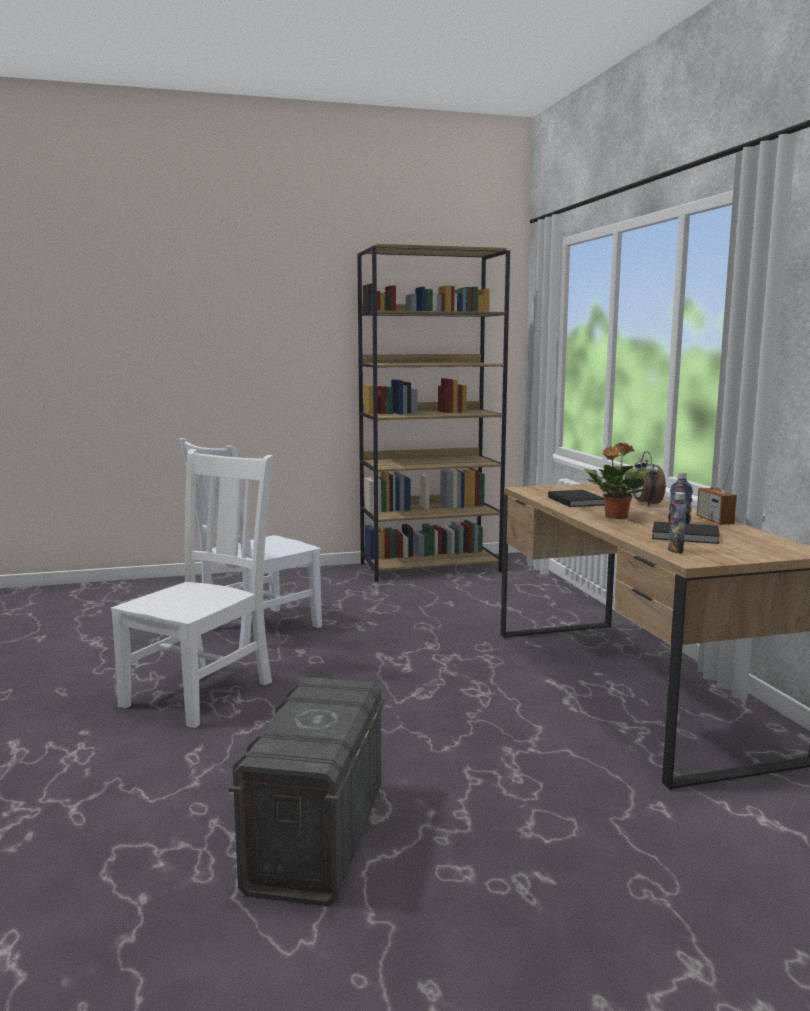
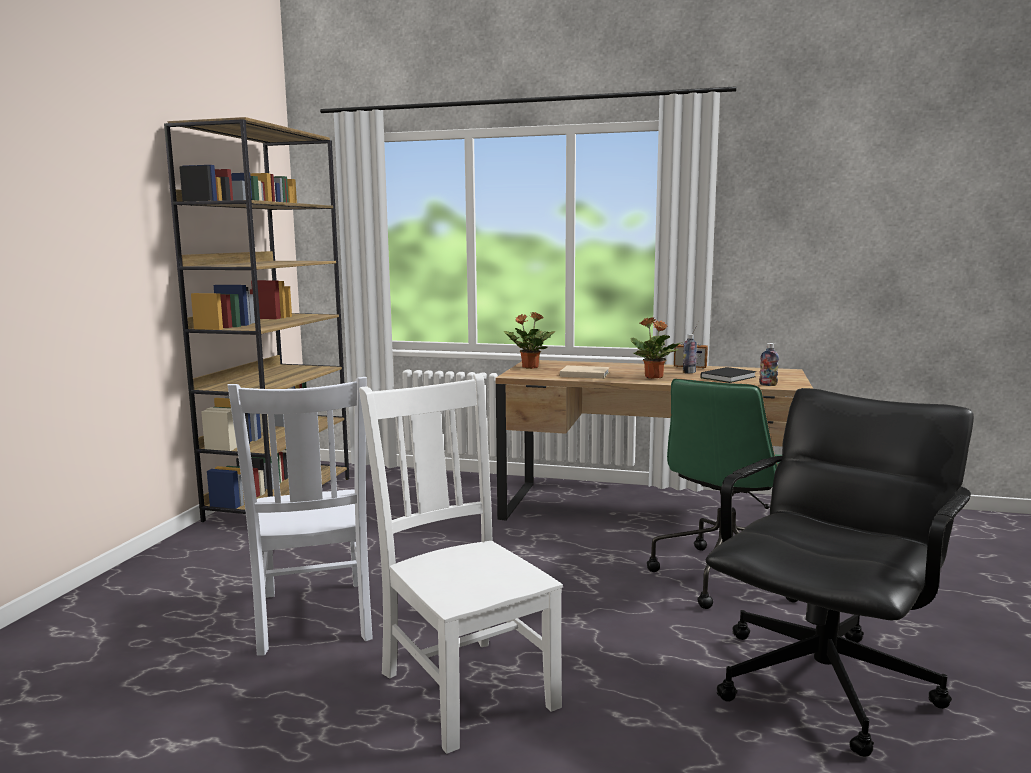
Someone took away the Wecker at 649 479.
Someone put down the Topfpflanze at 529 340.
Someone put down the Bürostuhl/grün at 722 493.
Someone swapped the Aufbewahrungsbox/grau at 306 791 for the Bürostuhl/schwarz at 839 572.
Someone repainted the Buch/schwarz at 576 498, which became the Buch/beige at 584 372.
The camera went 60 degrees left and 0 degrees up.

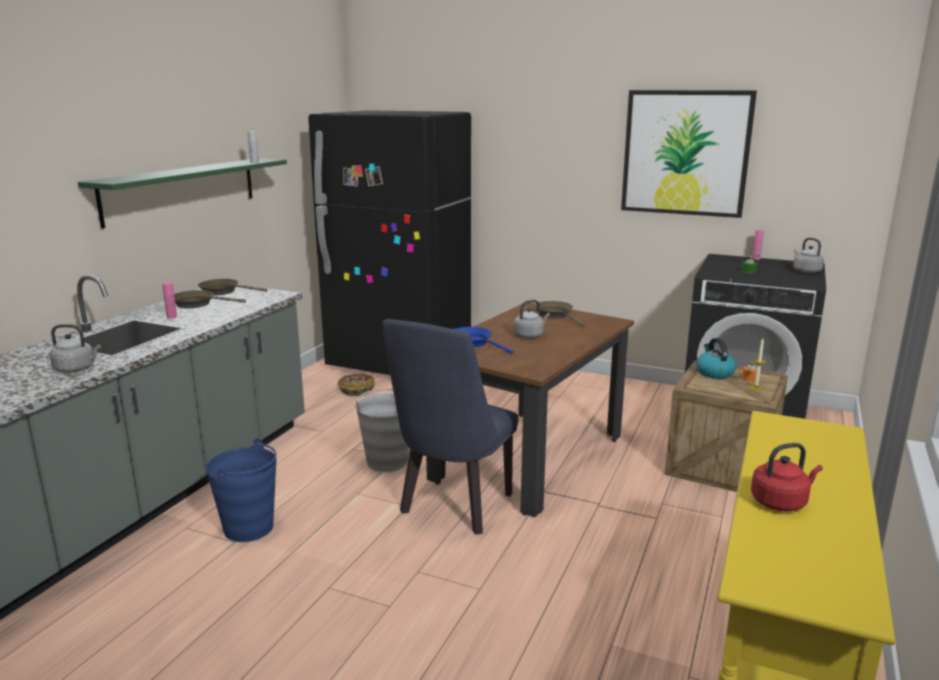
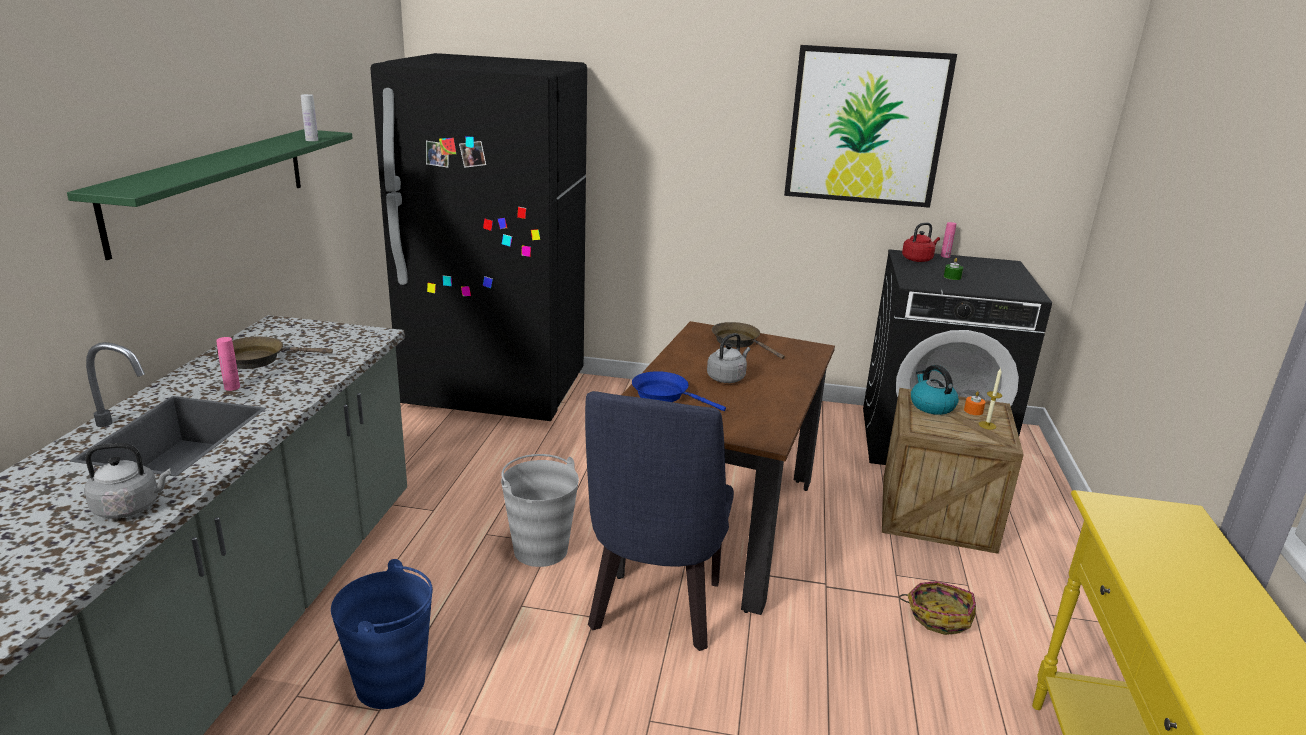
Someone took away the Pfanne/braun at 232 287.
Someone took away the Wasserkessel/grau at 808 255.
Someone carried the Korb from 356 385 to 937 608.
Someone carried the Wasserkessel/rot from 787 477 to 921 242.
The camera went 15 degrees left and 5 degrees up.

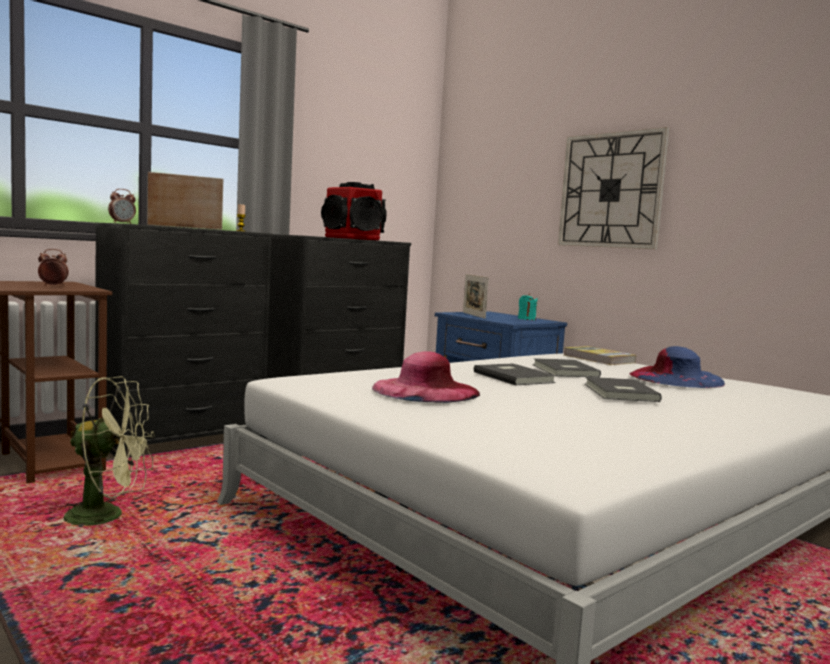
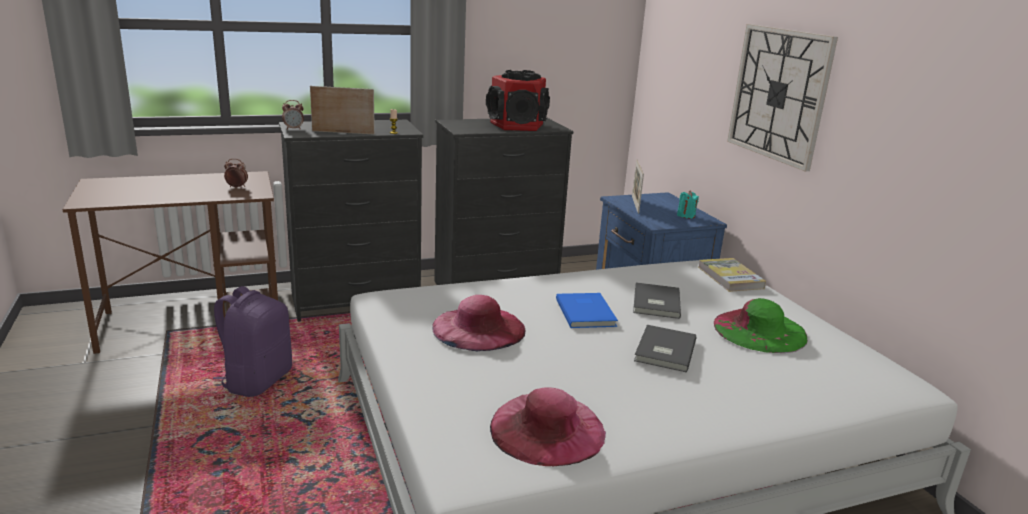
Someone put down the Hut/rosa at 548 427.
Someone swapped the Ventilator/grün at 109 451 for the Rucksack/lila at 252 341.
Someone repainted the Buch/grau at 515 374, which became the Buch/blau at 587 310.
Someone repainted the Hut/blau at 677 367, which became the Hut/grün at 761 325.
The camera went 20 degrees right and 15 degrees up.

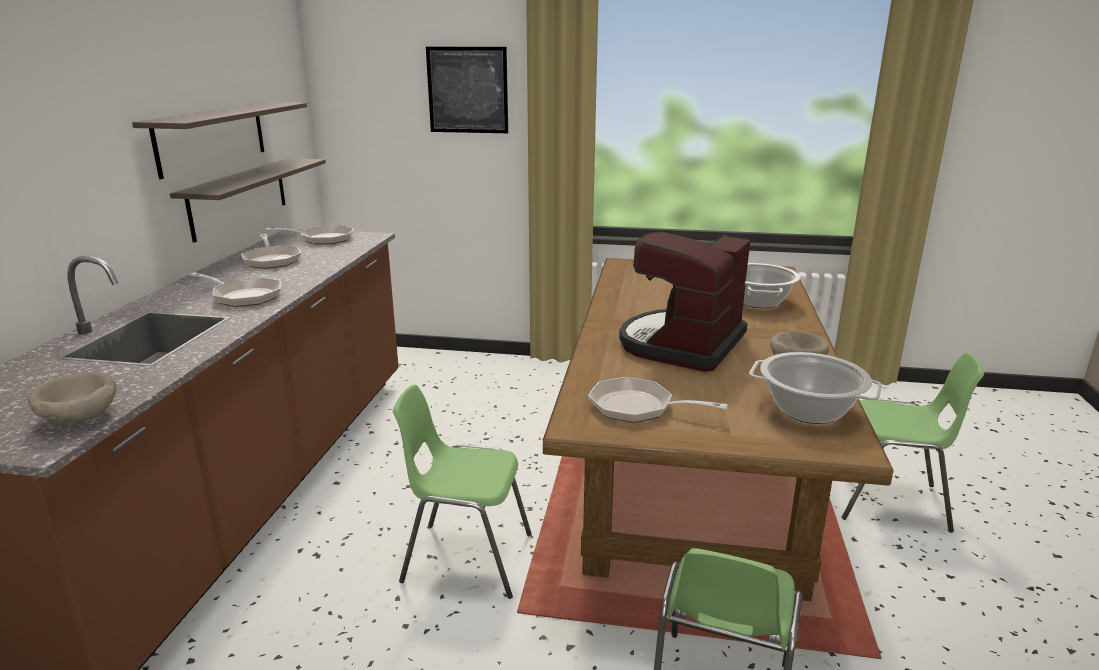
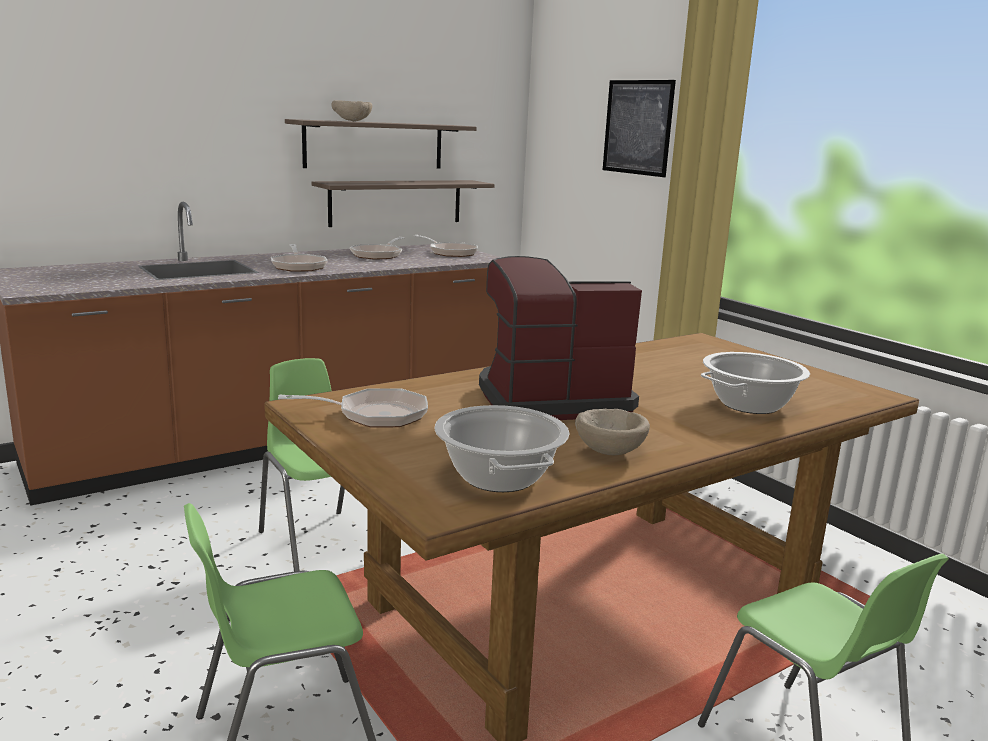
Someone carried the Schüssel/beige from 72 397 to 351 110.
Someone rotated the Pfanne at 658 400 by 105 degrees clockwise.
The camera went 45 degrees right and 5 degrees down.

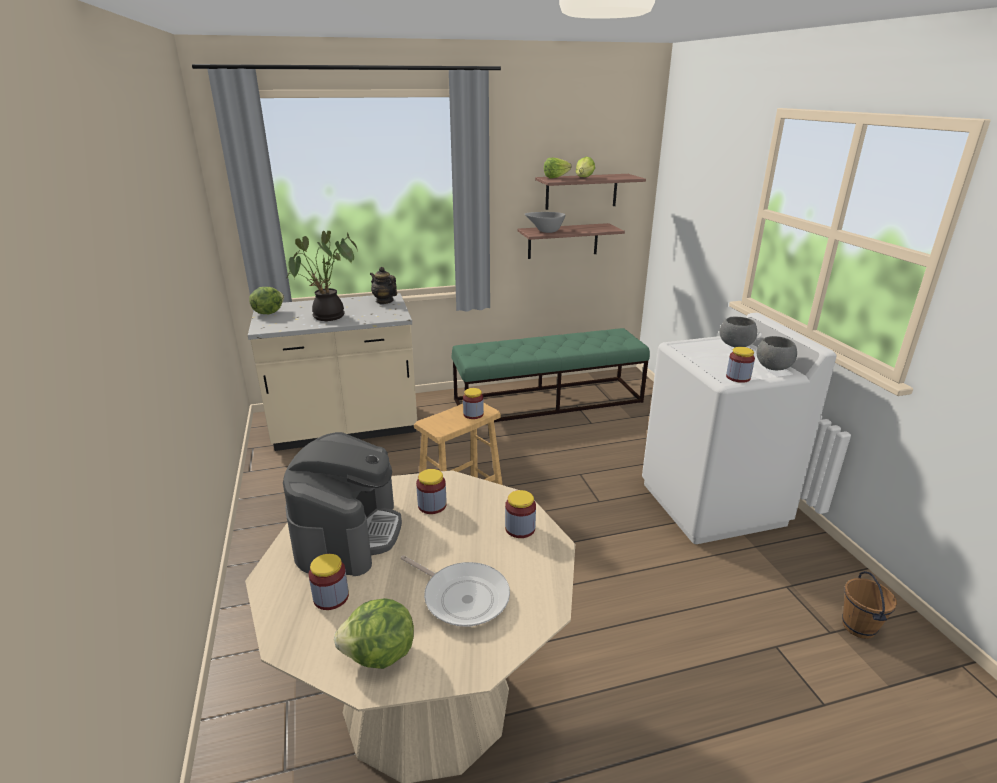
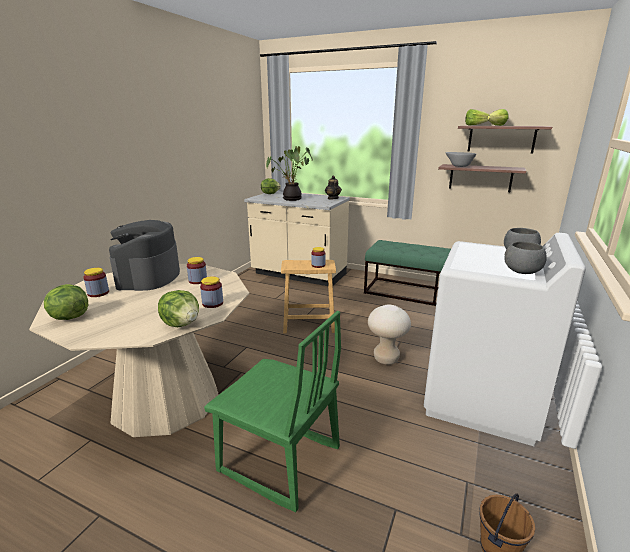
Someone took away the Pfanne at 455 591.
Someone took away the Vorratsglas at 740 365.
Someone put down the Salatkopf at 178 308.
Someone put down the Stuhl/grün at 272 411.
Someone put down the Hocker/beige at 389 335.
Someone rotated the Kaffeemaschine at 342 504 by 135 degrees clockwise.
The camera went 40 degrees right and 5 degrees down.

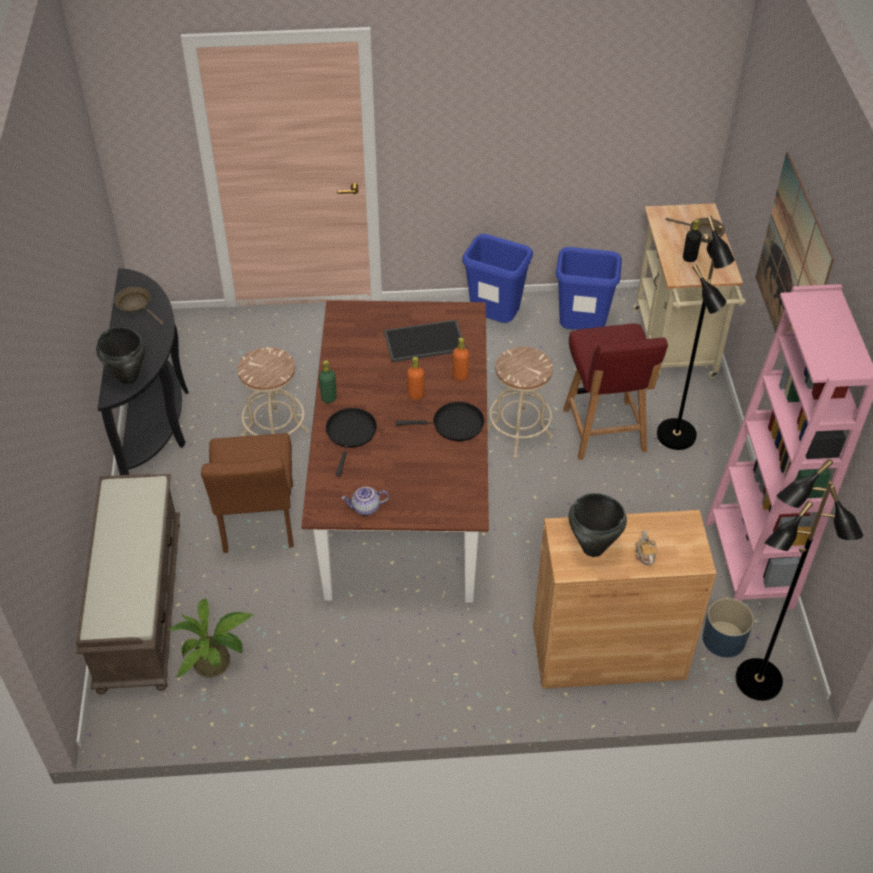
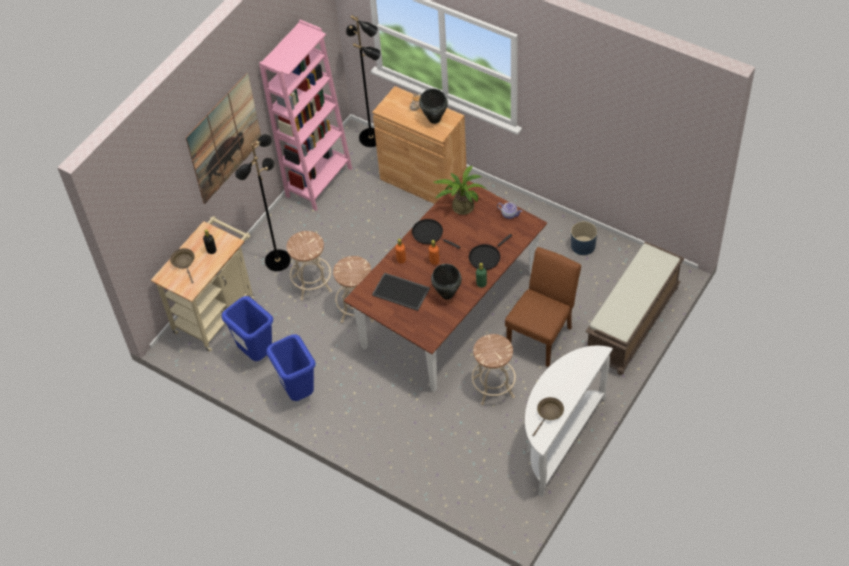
Someone carried the Kochtopf/schwarz from 120 355 to 446 282.
Someone carried the Topfpflanze from 210 638 to 460 190.
Someone carried the Pflanzkübel/blau from 728 627 to 584 238.
Someone swapped the Stuhl/rot at 615 392 for the Hocker/beige at 309 266.
Someone repainted the Konsolentisch/schwarz at 143 371, which became the Konsolentisch/weiß at 569 421.
Someone rotated the Pfanne/braun at 139 306 by 135 degrees counterclockwise.
The camera went 140 degrees left and 5 degrees up.

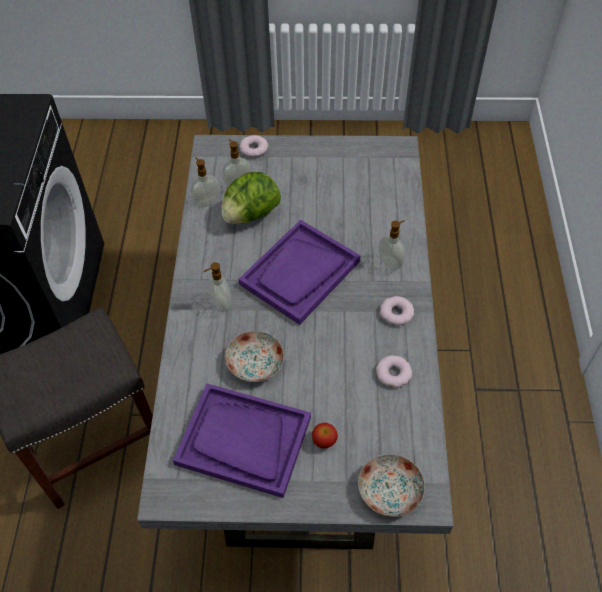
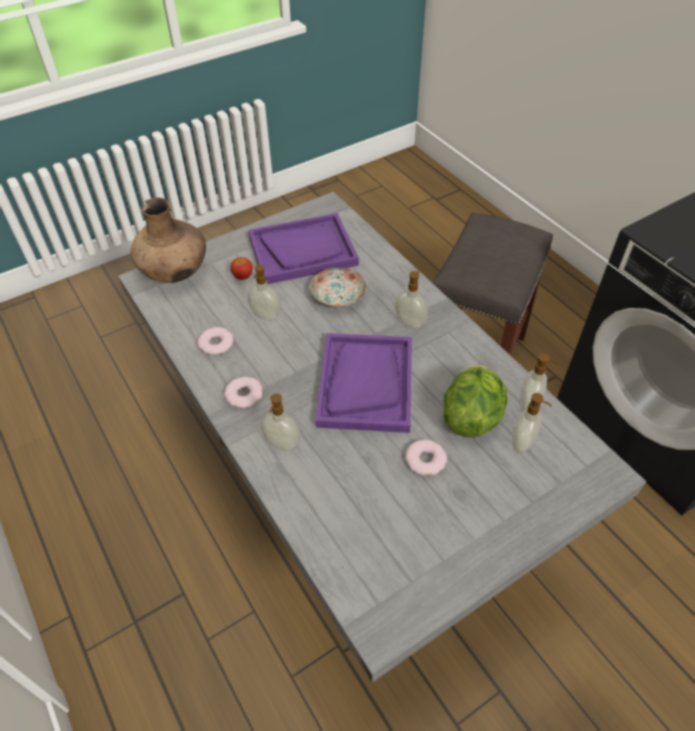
Someone put down the Seifenspender at 264 292.
Someone carried the Donut from 253 146 to 426 457.
Someone swapped the Teller at 391 485 for the Vase/braun at 168 240.
The camera went 145 degrees right and 5 degrees down.

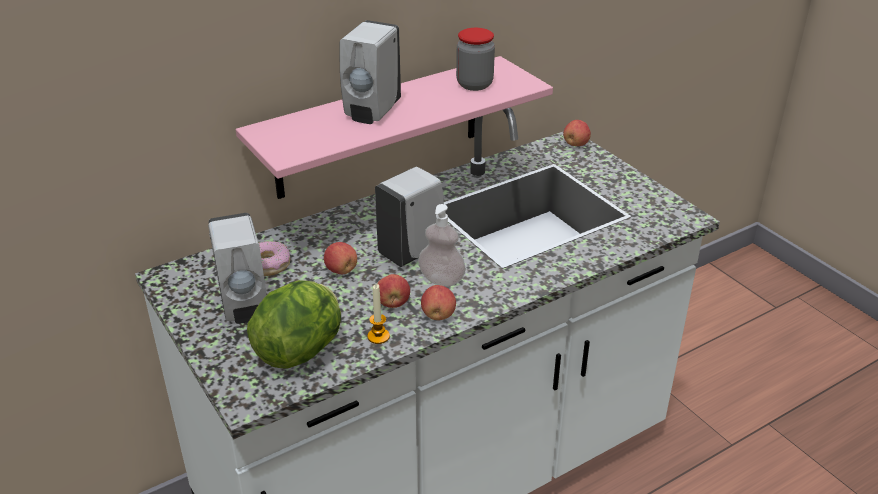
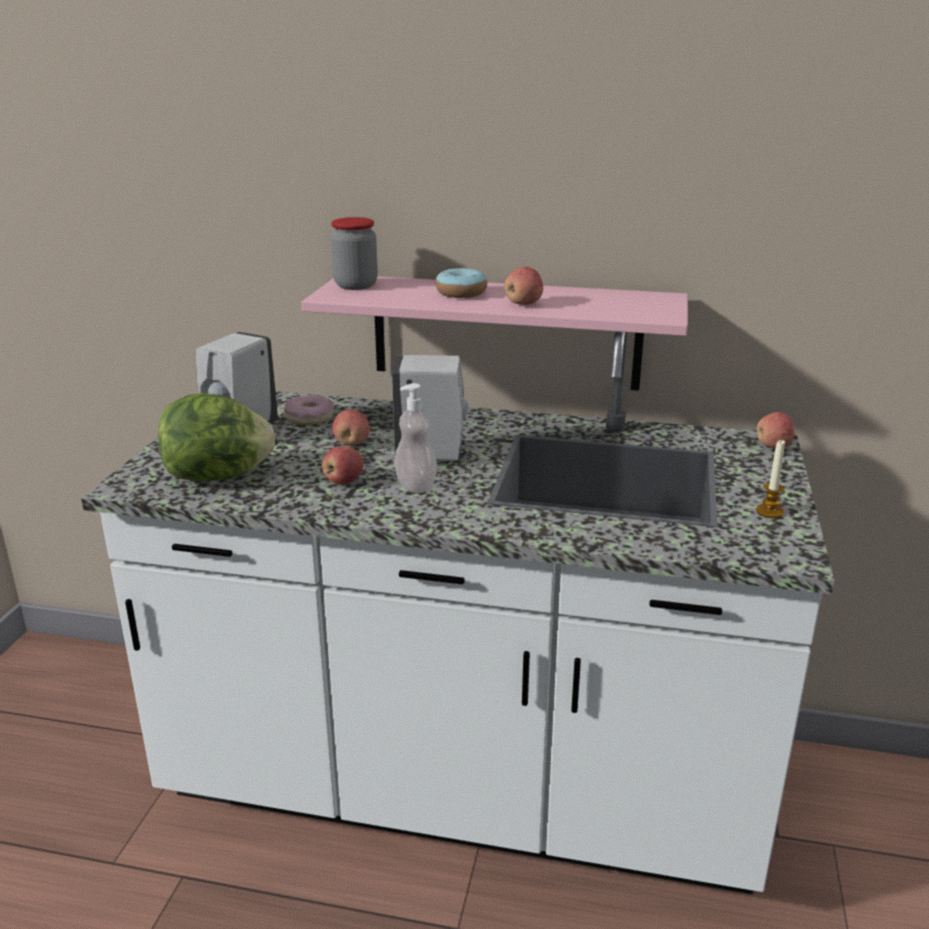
Someone carried the Kerze from 378 314 to 770 478.
Someone carried the Apfel from 438 302 to 523 286.
Someone carried the Vorratsglas from 475 59 to 354 253.
Someone swapped the Seifenspender/weiß at 370 72 for the Donut at 461 283.
The camera went 45 degrees right and 10 degrees down.

